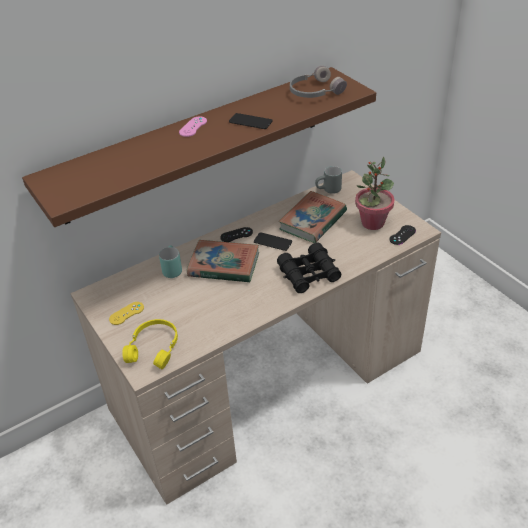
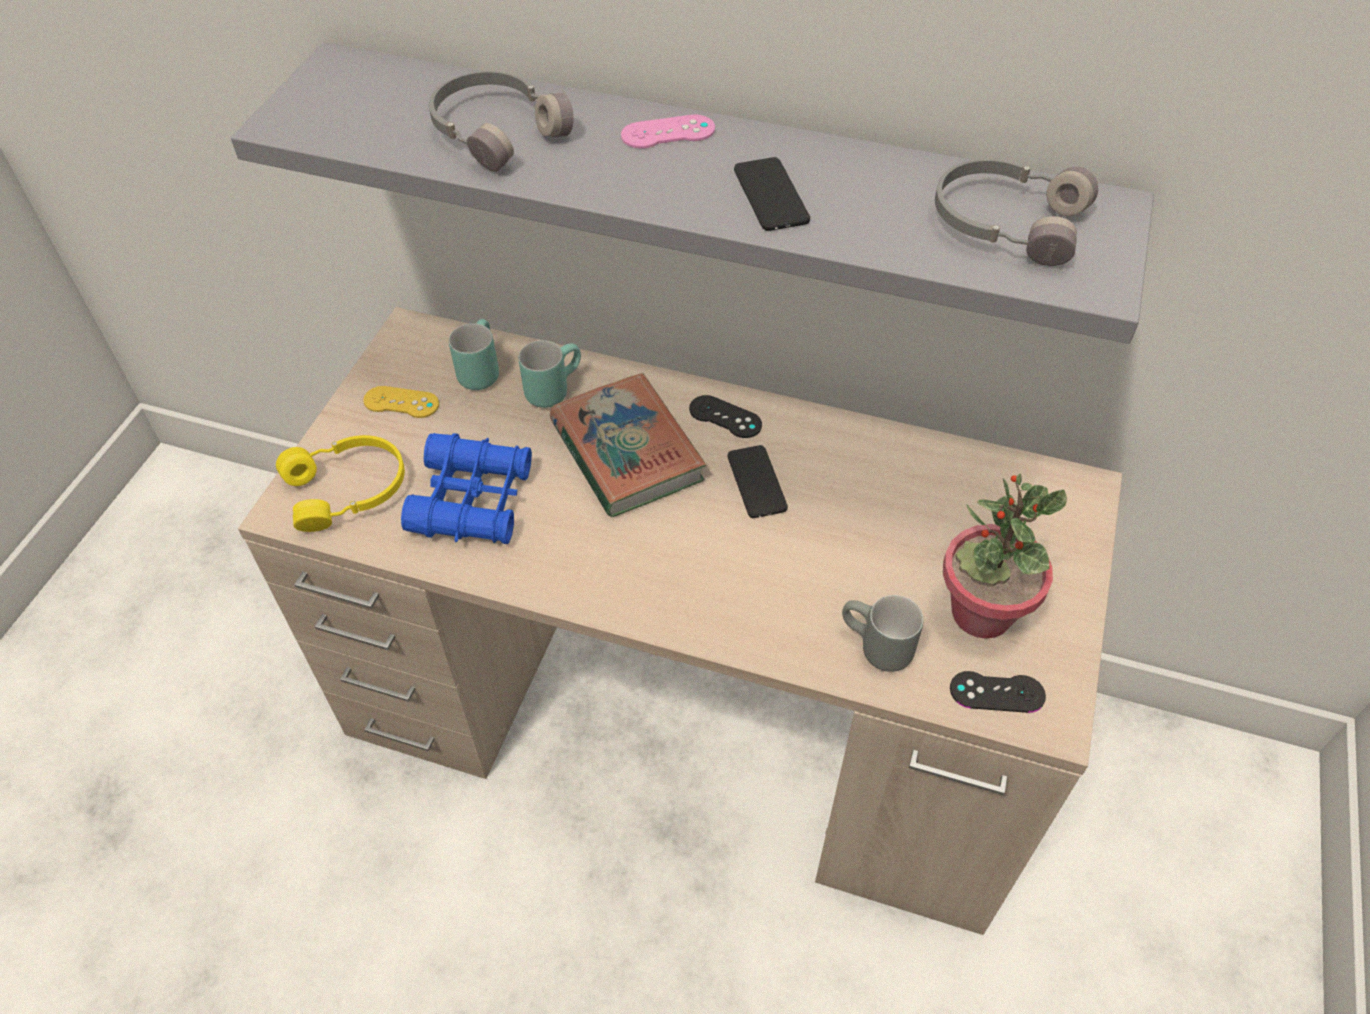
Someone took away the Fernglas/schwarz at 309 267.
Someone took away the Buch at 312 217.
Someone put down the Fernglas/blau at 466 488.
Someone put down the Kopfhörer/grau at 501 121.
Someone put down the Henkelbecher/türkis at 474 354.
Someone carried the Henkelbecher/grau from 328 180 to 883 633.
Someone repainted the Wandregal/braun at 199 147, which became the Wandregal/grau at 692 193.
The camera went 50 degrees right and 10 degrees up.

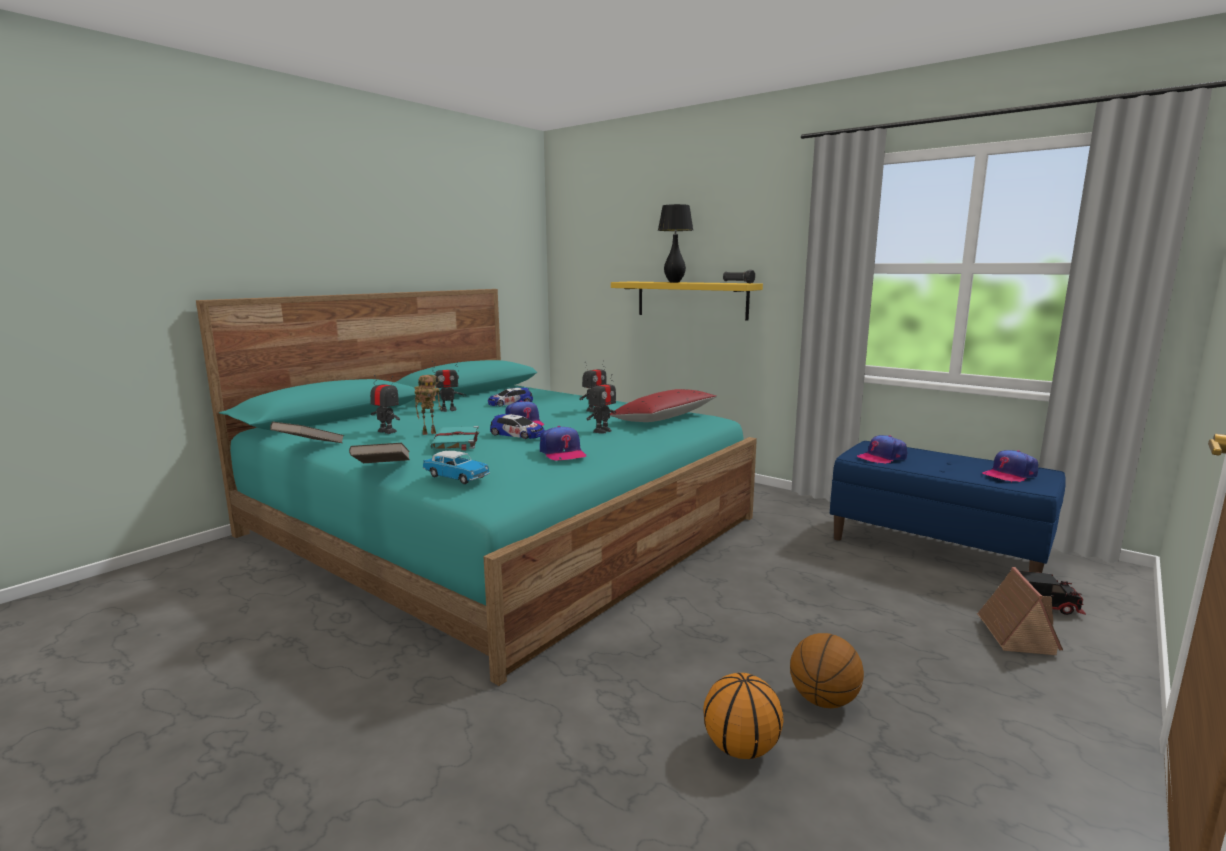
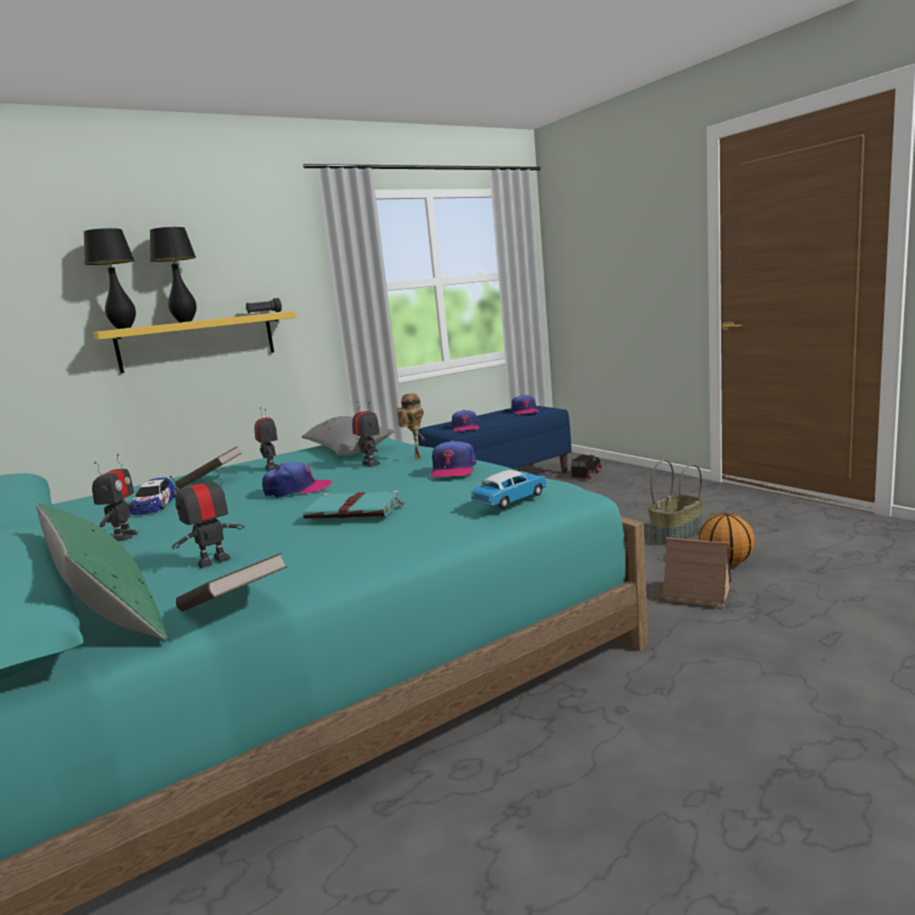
Someone took away the Spielzeugauto at 517 426.
Someone put down the Kissen/grün at 101 571.
Someone put down the Tischlampe/schwarz at 110 278.
Someone carried the Buch/braun from 379 453 to 208 467.
Someone carried the Spielzeugroboter from 428 405 to 411 426.
Someone carried the Spielzeughaus from 1020 611 to 692 572.
Someone swapped the Basketball at 827 670 for the Korb at 675 502.
Someone repainted the Kissen/rot at 663 405, which became the Kissen/grau at 348 435.
Someone rotated the Kappe at 563 443 by 105 degrees clockwise.
The camera went 70 degrees left and 0 degrees up.

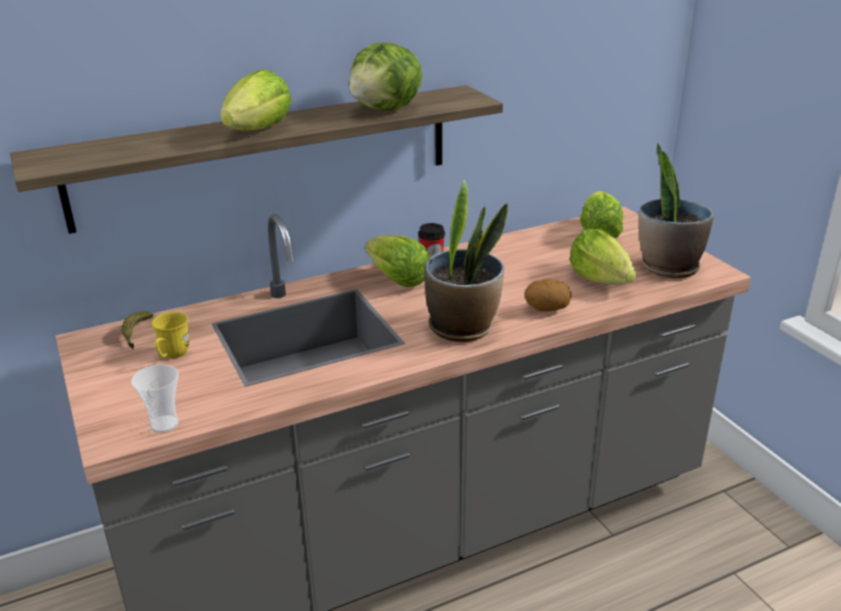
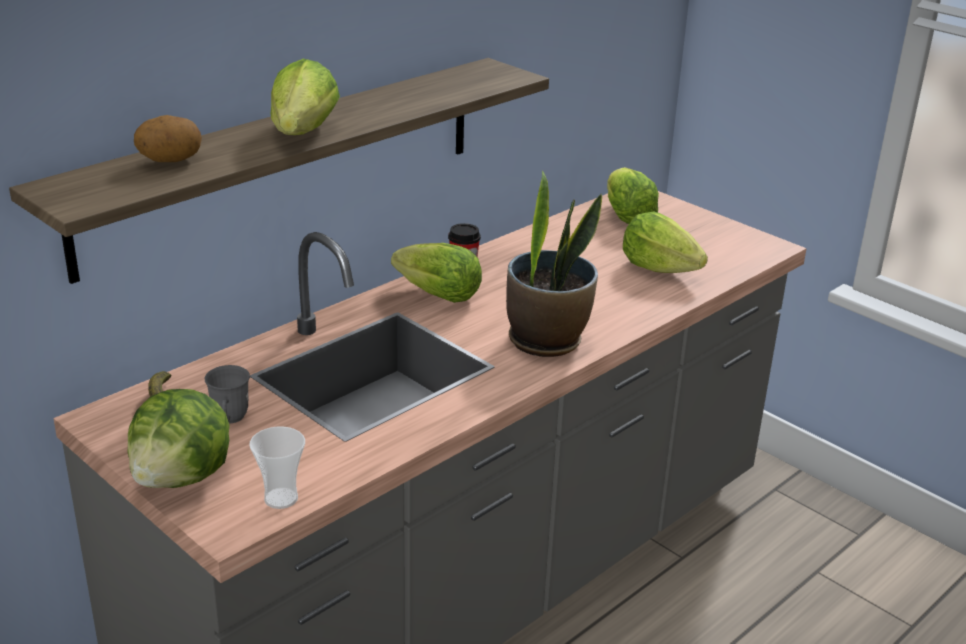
Someone took away the Topfpflanze at 676 210.
Someone carried the Salatkopf from 385 76 to 179 438.
Someone carried the Kartoffel from 548 295 to 168 138.
Someone repainted the Henkelbecher/gelb at 170 335, which became the Henkelbecher/grau at 227 394.
The camera went 20 degrees left and 0 degrees up.

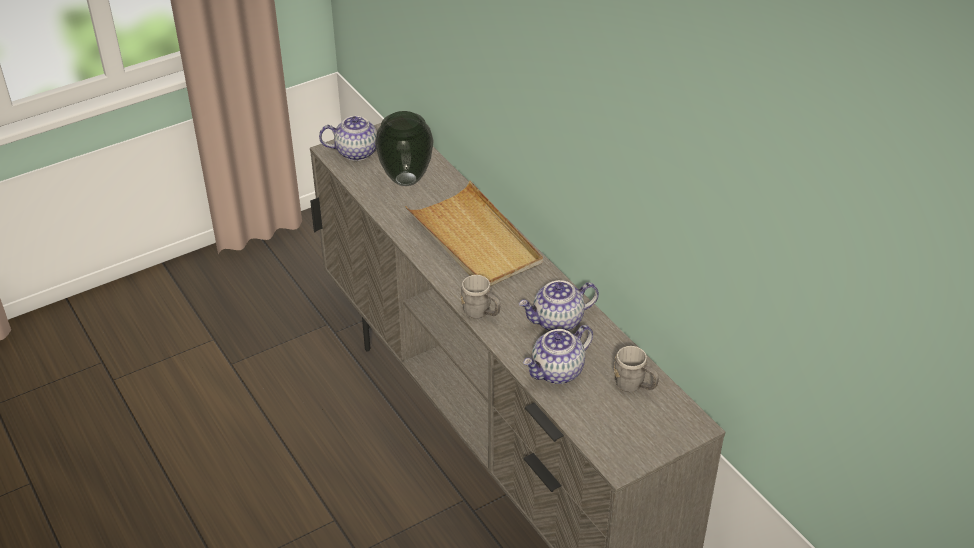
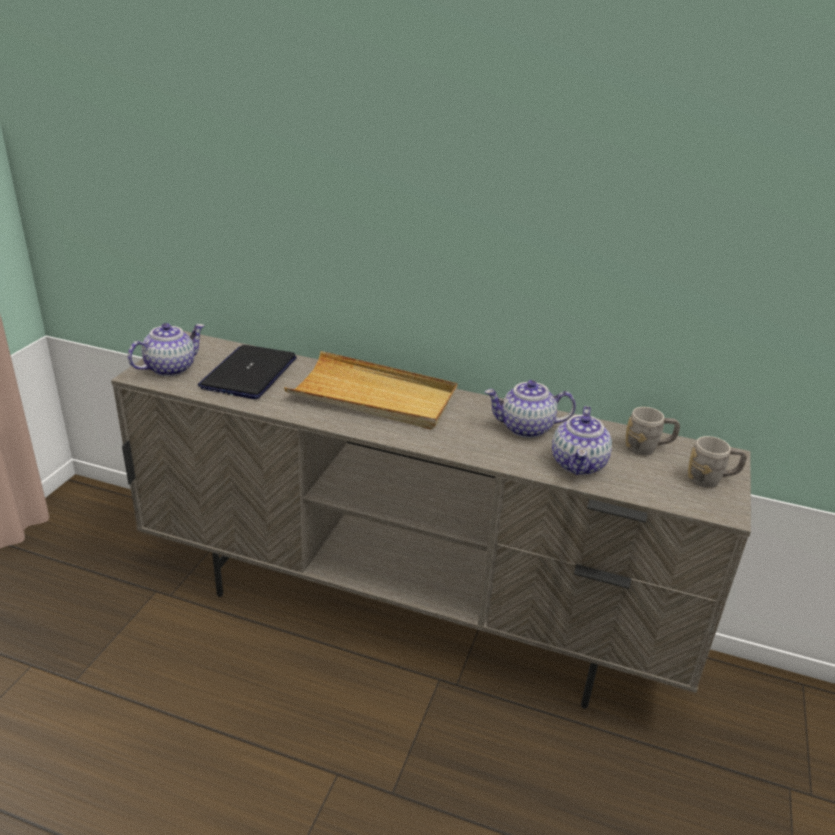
Someone carried the Henkelbecher/grau from 480 297 to 717 462.
Someone swapped the Vase at 404 148 for the Laptop at 247 372.
Someone rotated the Teekanne at 559 305 by 60 degrees clockwise.
The camera went 40 degrees left and 10 degrees down.

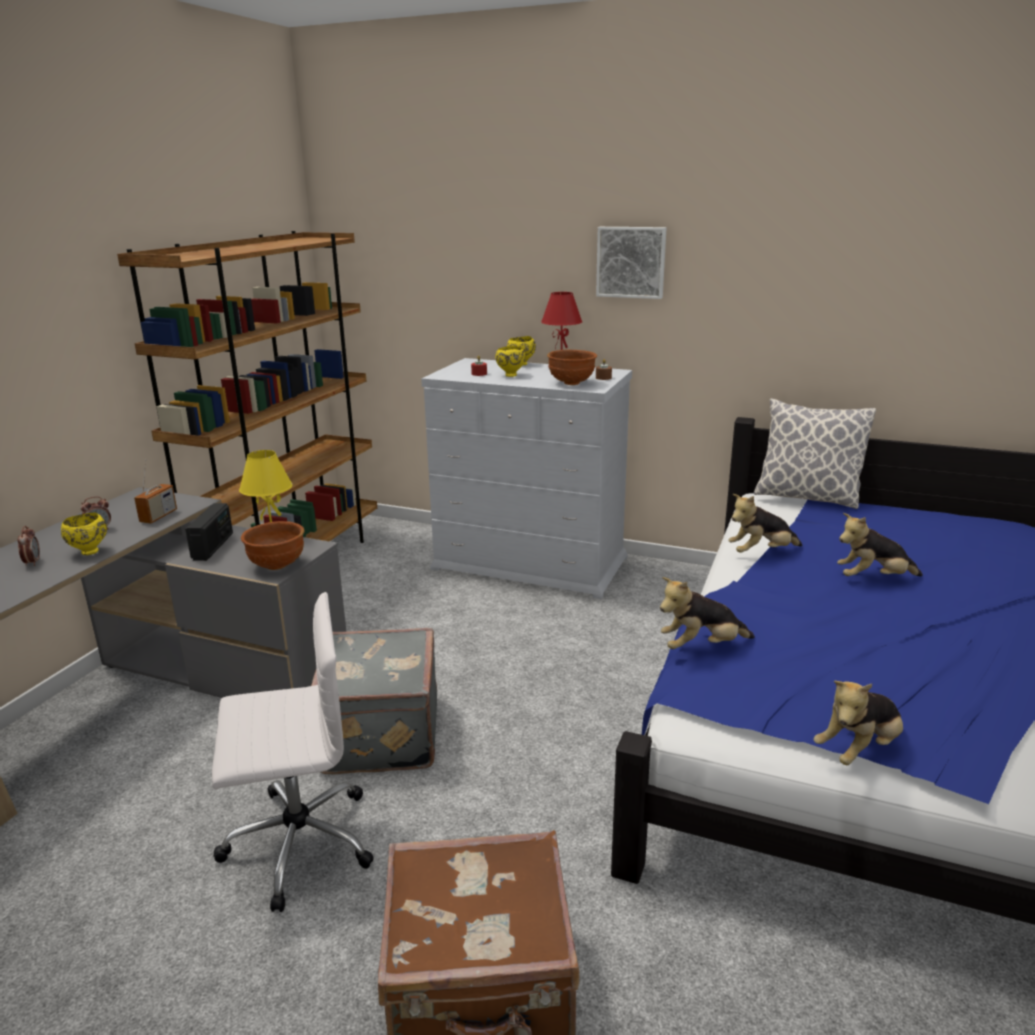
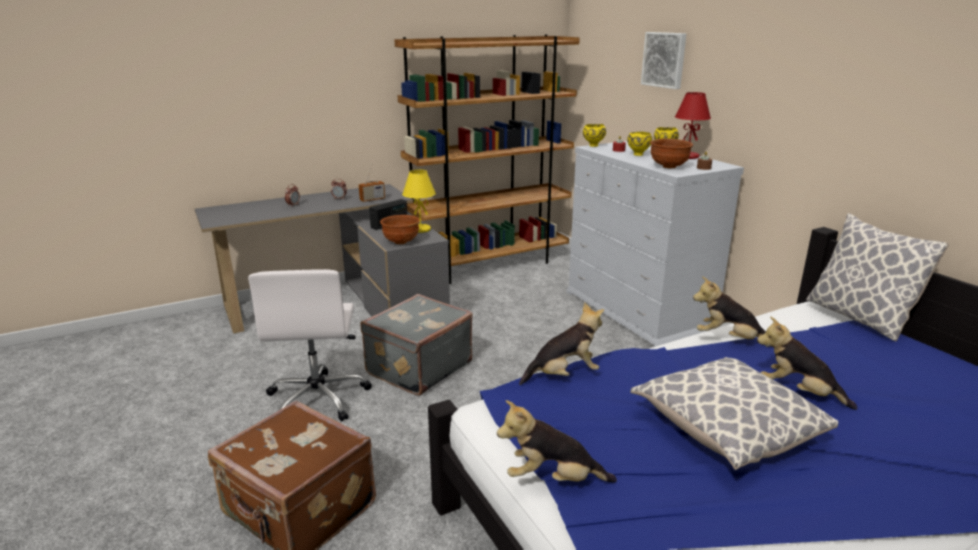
Someone put down the Kissen at 734 413.
Someone carried the Schüssel/gelb from 84 533 to 594 135.
Someone carried the Bild from 631 263 to 663 60.
Someone rotated the Bürostuhl/weiß at 293 752 by 60 degrees clockwise.
Someone rotated the Plüschtier at 707 613 by 135 degrees clockwise.
The camera went 40 degrees right and 0 degrees up.

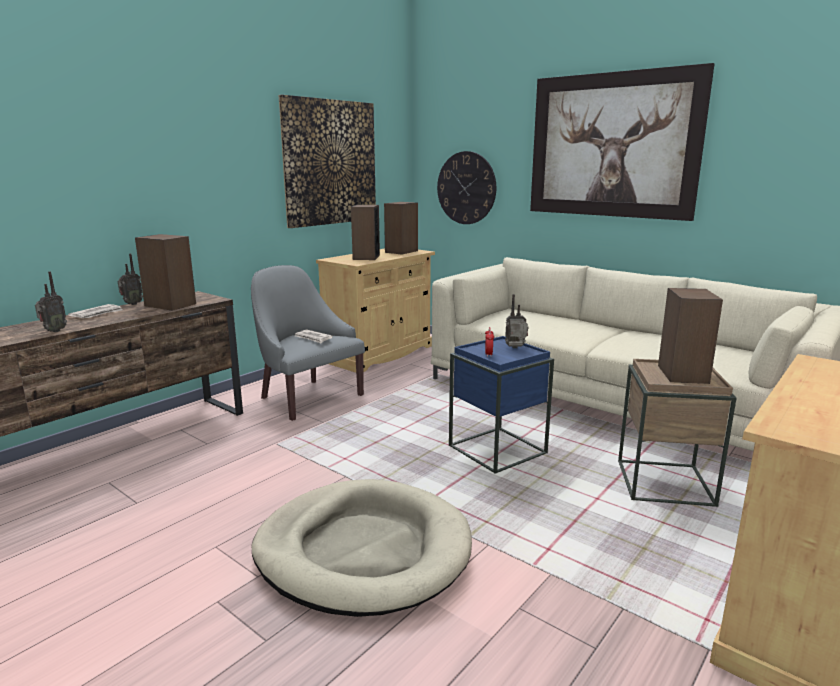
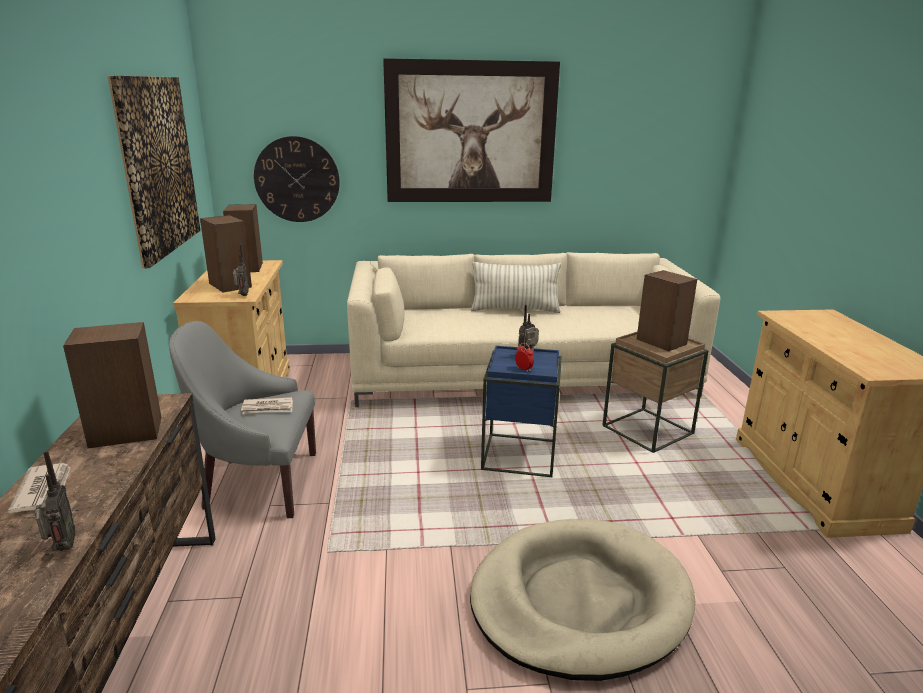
Someone put down the Kissen at 516 287.
Someone carried the Radio from 130 279 to 241 270.
The camera went 45 degrees left and 5 degrees up.

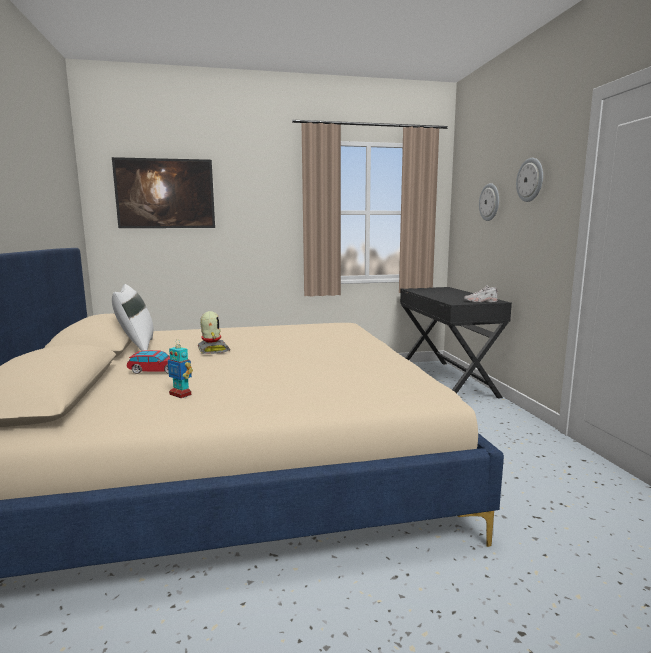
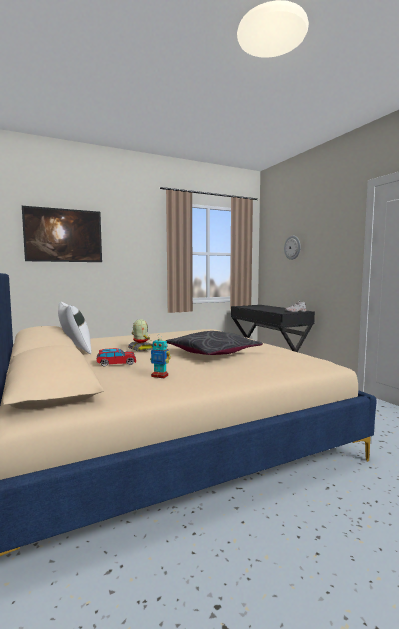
Someone took away the Wanduhr at 529 180.
Someone put down the Kissen/grau at 214 343.
The camera went 15 degrees left and 5 degrees down.

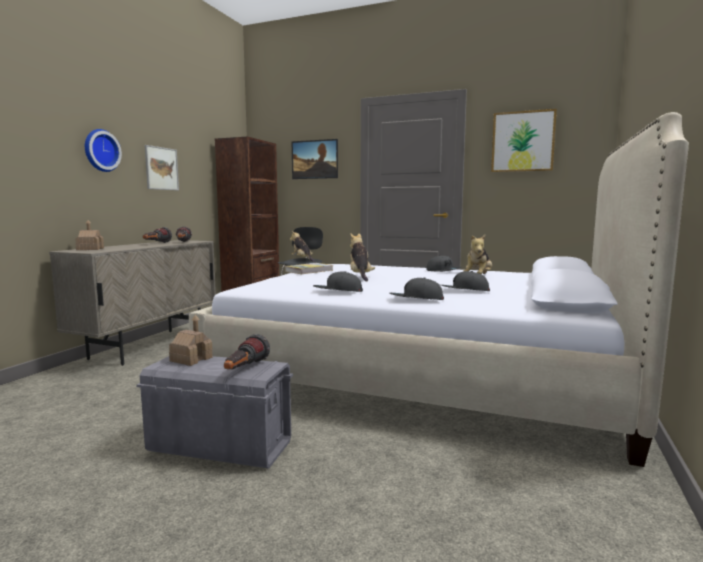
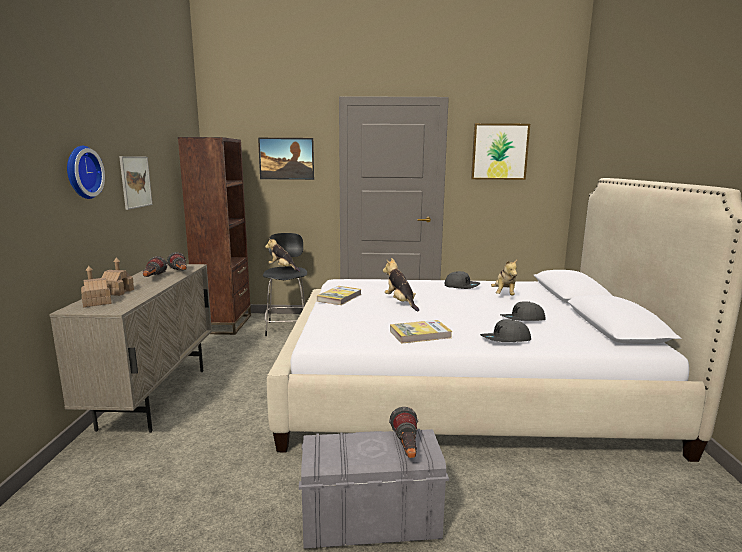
Someone carried the Spielzeughaus from 190 340 to 117 277.
Someone swapped the Kappe/grau at 338 281 for the Buch at 421 332.
The camera went 20 degrees left and 5 degrees up.

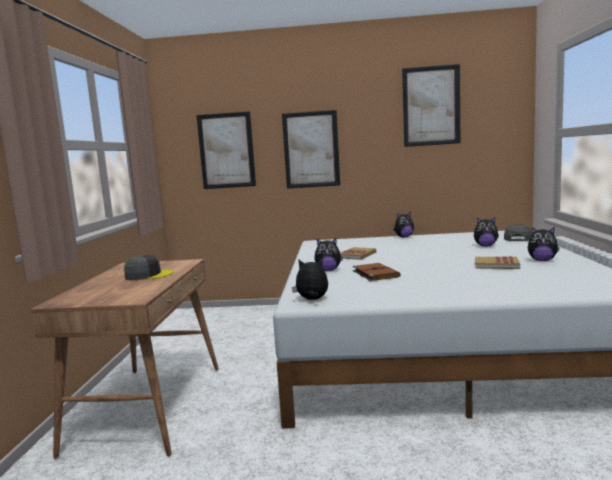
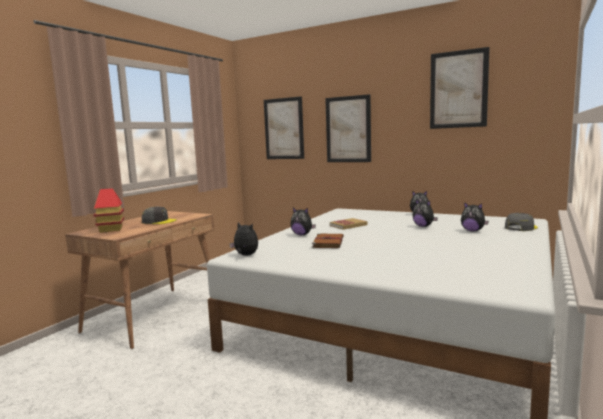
Someone took away the Buch at 497 262.
Someone put down the Spielzeughaus at 108 210.
Someone carried the Plüschtier from 544 244 to 425 213.
The camera went 25 degrees right and 0 degrees up.

